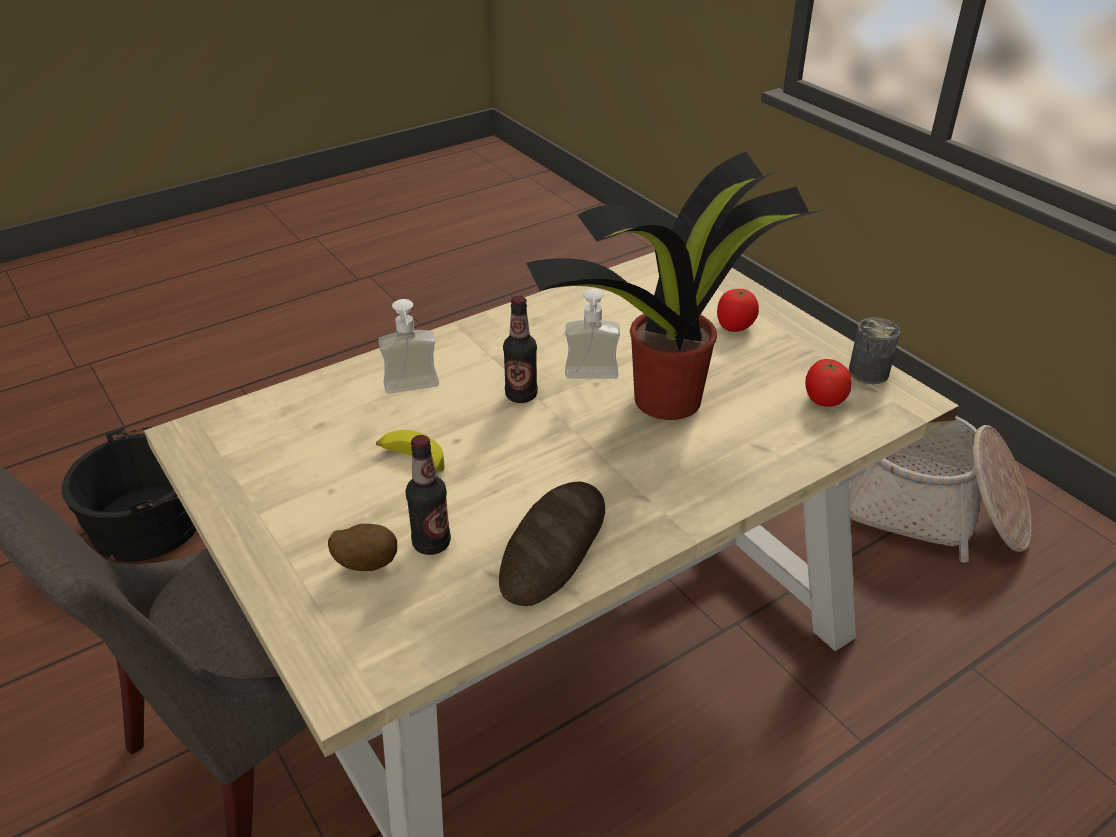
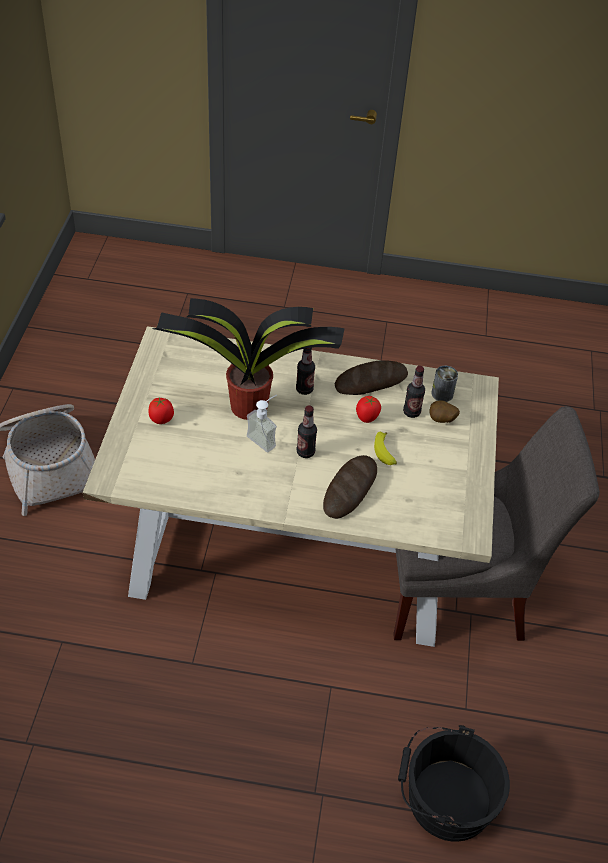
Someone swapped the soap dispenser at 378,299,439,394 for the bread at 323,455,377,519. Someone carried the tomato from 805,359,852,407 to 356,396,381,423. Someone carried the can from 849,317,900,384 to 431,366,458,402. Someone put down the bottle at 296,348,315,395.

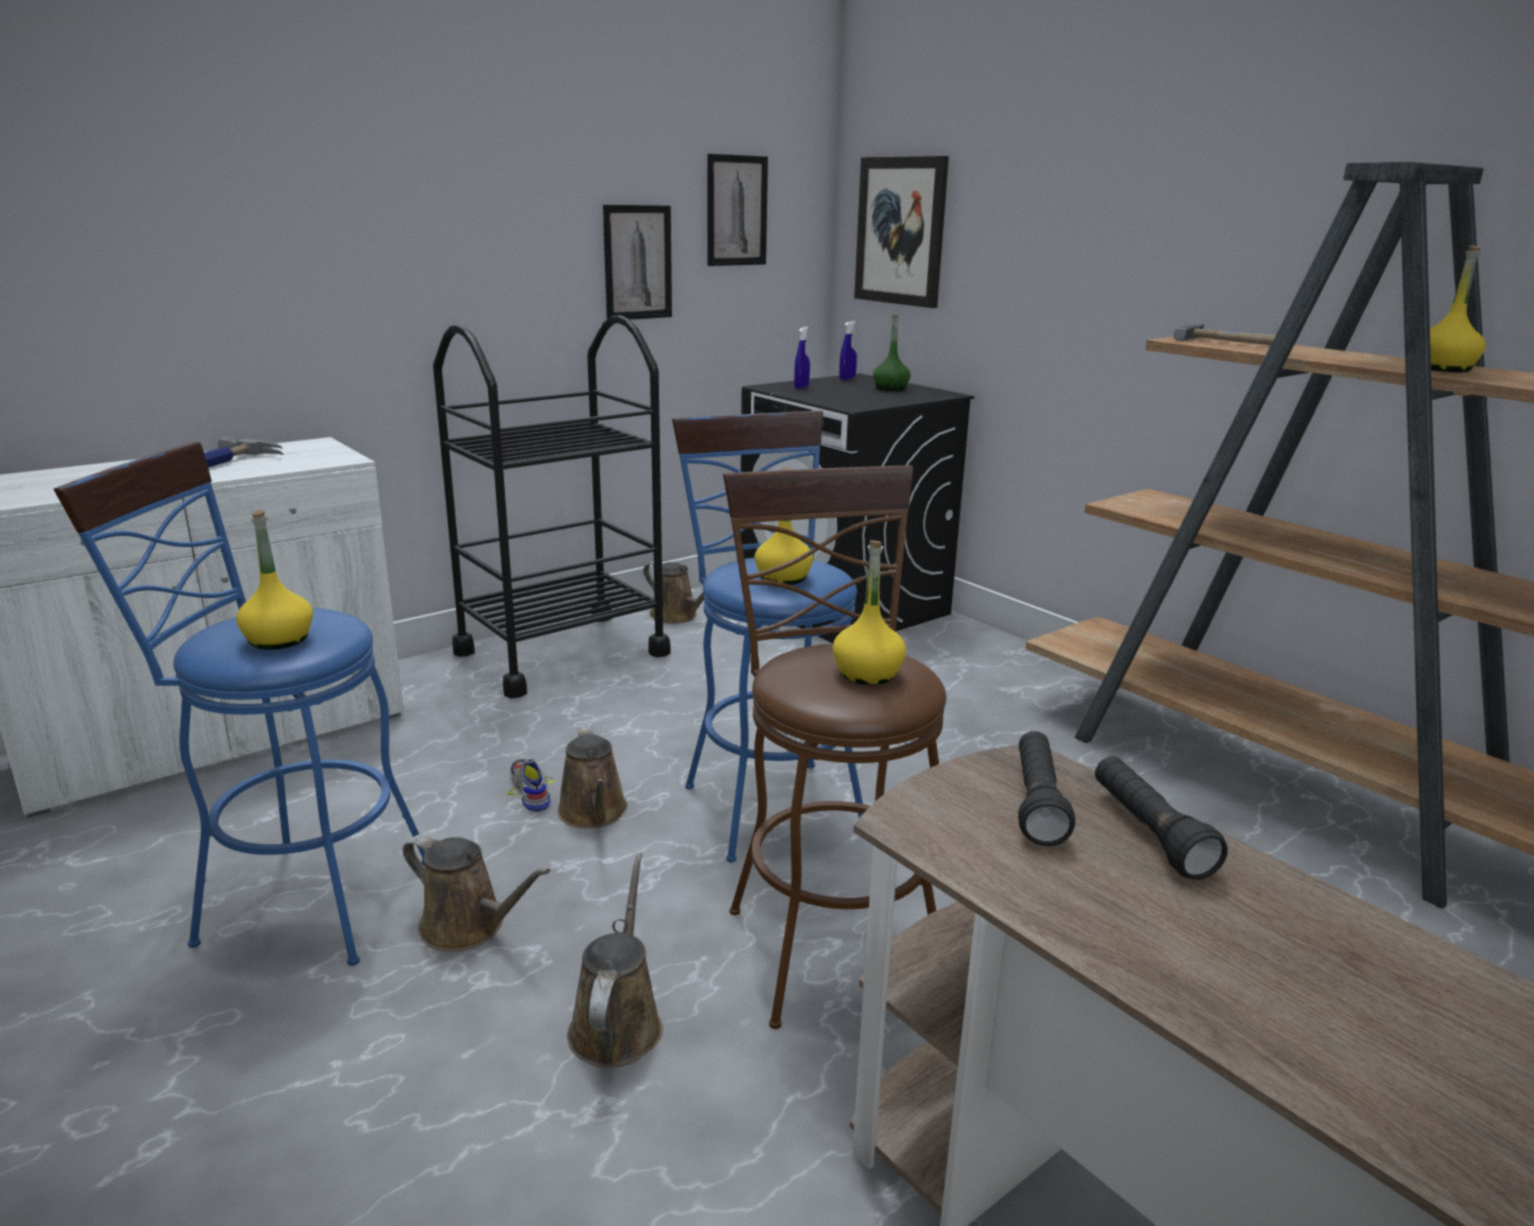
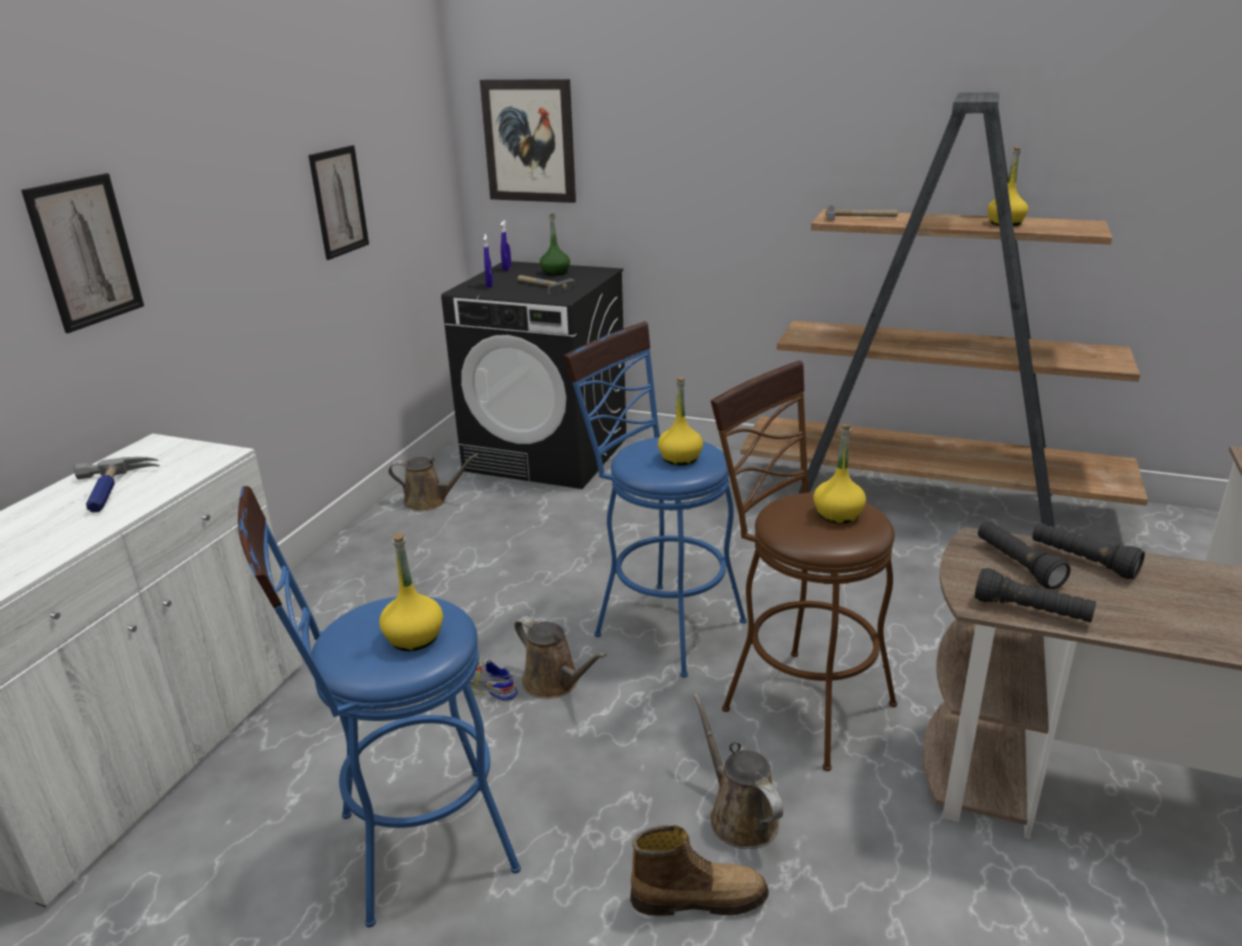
Someone took away the brown watering can at 403,834,550,951. Someone took away the black cart at 433,315,671,698. Someone carried the picture from 707,154,768,266 to 21,173,144,333. Someone put down the hammer at 517,275,575,294. Someone put down the boot at 630,825,769,916. Someone put down the black flashlight at 975,568,1096,622.

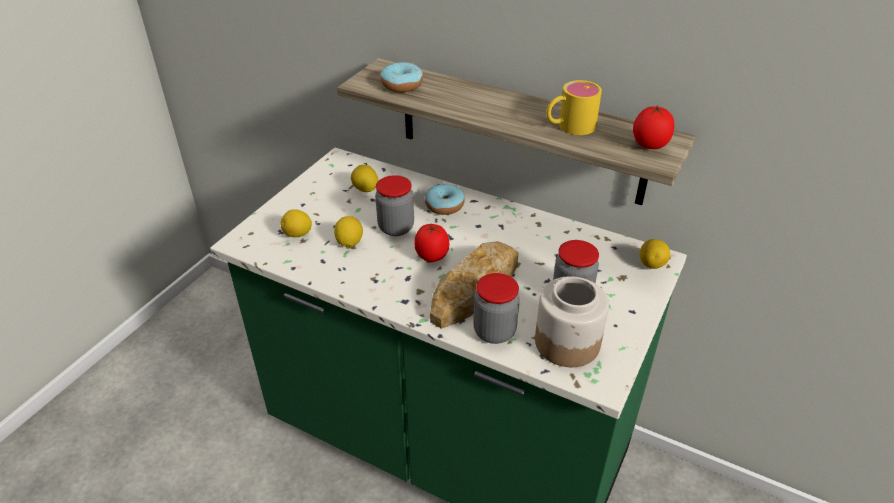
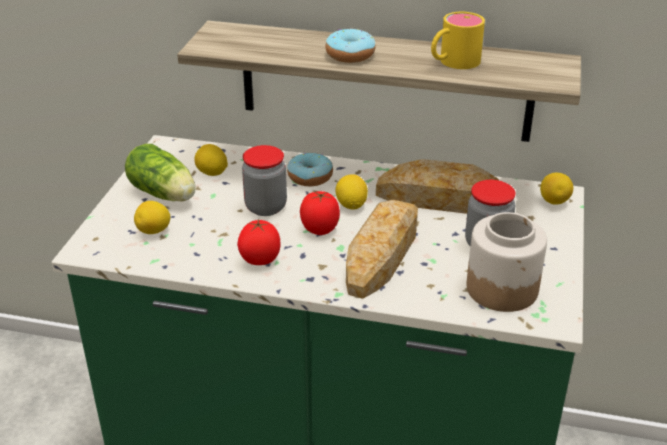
Someone carried the lemon from 334,216,363,247 to 335,174,368,210. Someone carried the donut from 380,62,423,92 to 325,28,375,63. Someone took away the jar at 473,273,519,344. Someone carried the tomato from 633,105,674,149 to 237,219,281,265. Someone put down the lettuce at 125,144,196,202. Someone put down the bread at 376,159,500,214.

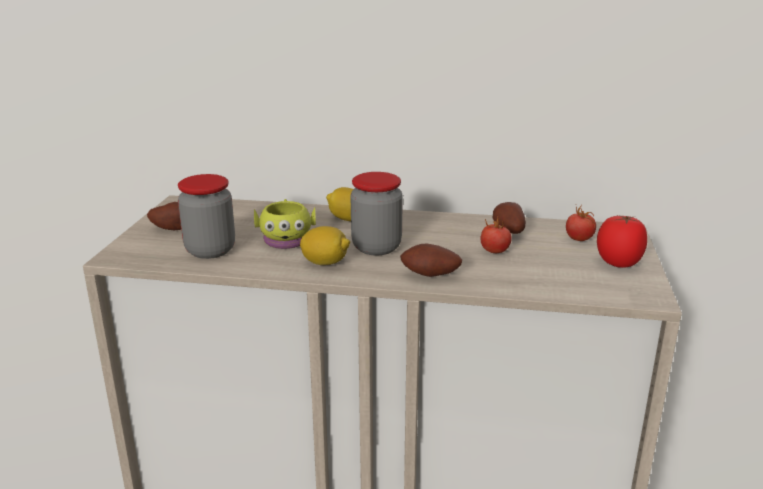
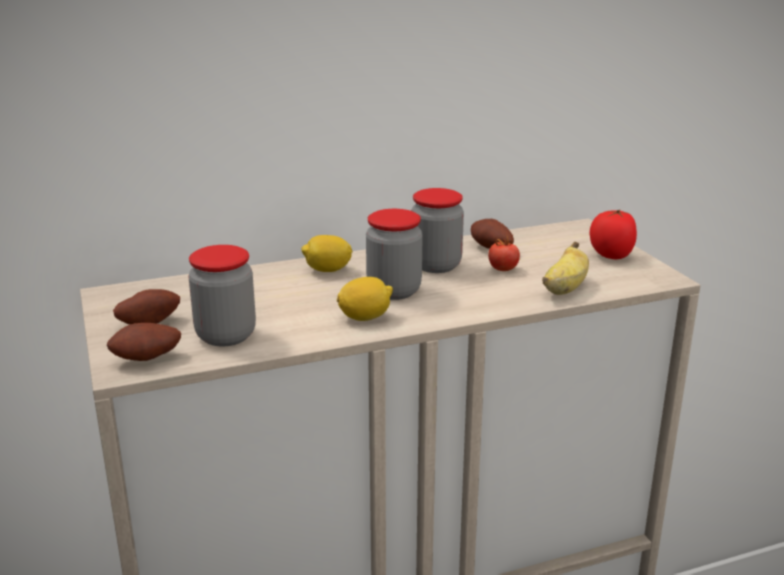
Someone took away the yellow mug at 254,199,316,249. Someone carried the potato from 400,244,462,277 to 107,323,181,361. Someone took away the tomato at 566,205,596,241. Someone put down the jar at 411,188,464,273. Someone put down the banana at 542,242,589,295.

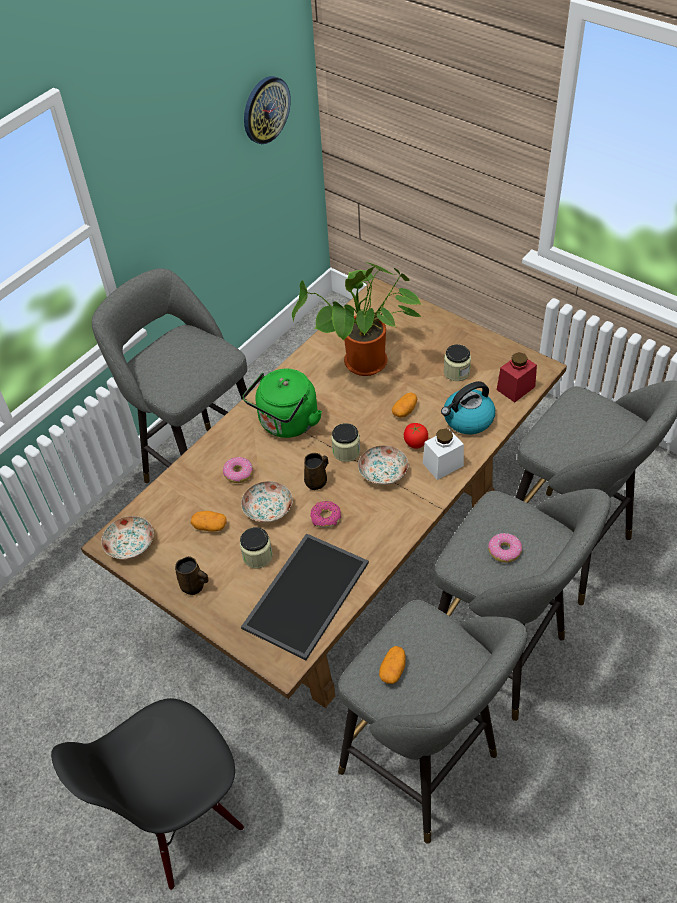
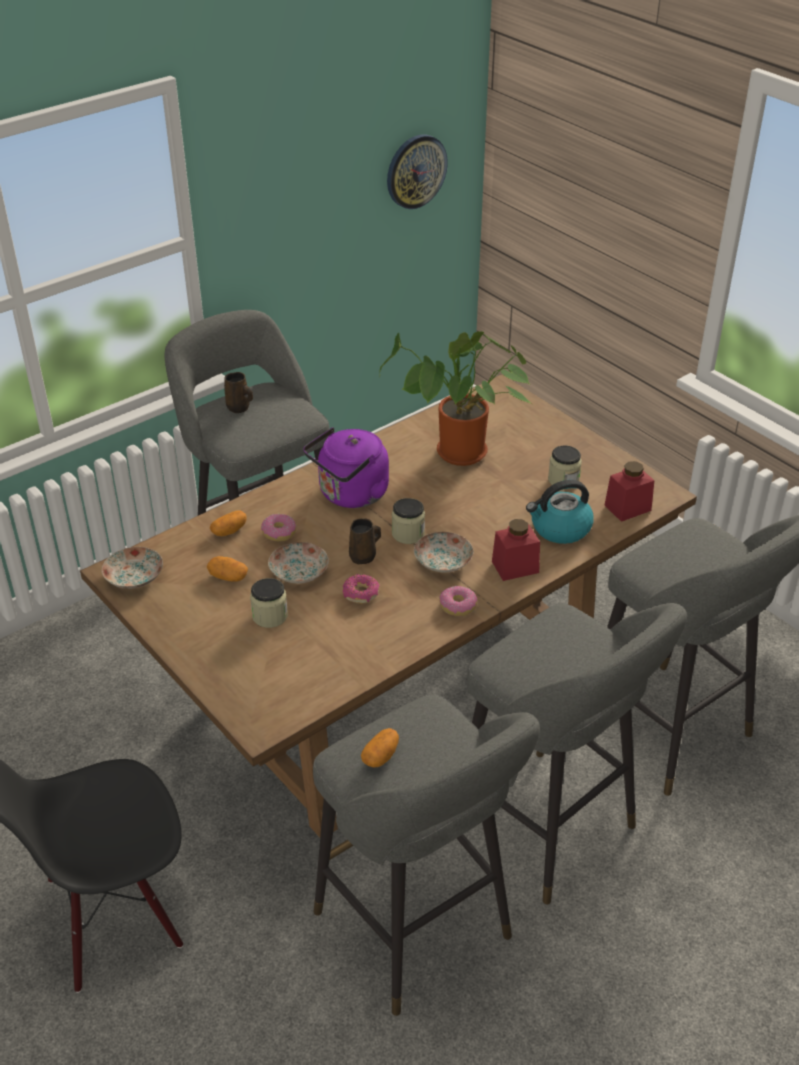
Someone carried the brown mug from 175,556,209,595 to 224,372,253,413. Someone took away the tray at 241,533,369,660. Someone repainted the green kettle at 243,369,322,438, which became the purple kettle at 303,427,389,508. Someone carried the potato from 392,392,417,418 to 210,510,247,536. Someone took away the tomato at 404,423,428,449. Someone repainted the white jar at 423,429,464,480, which became the red jar at 492,519,540,581. Someone carried the donut from 488,533,522,563 to 439,586,477,616.

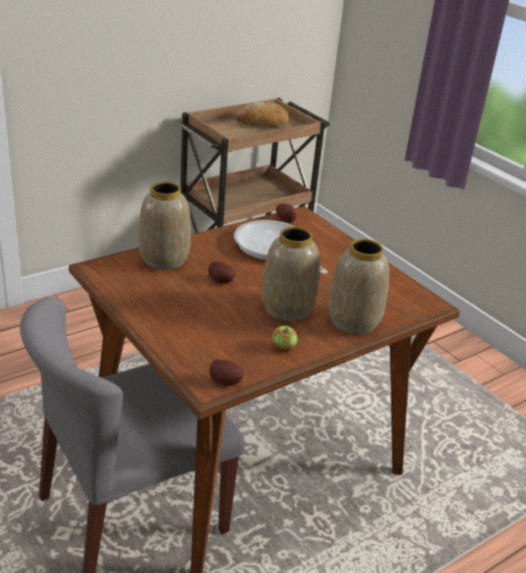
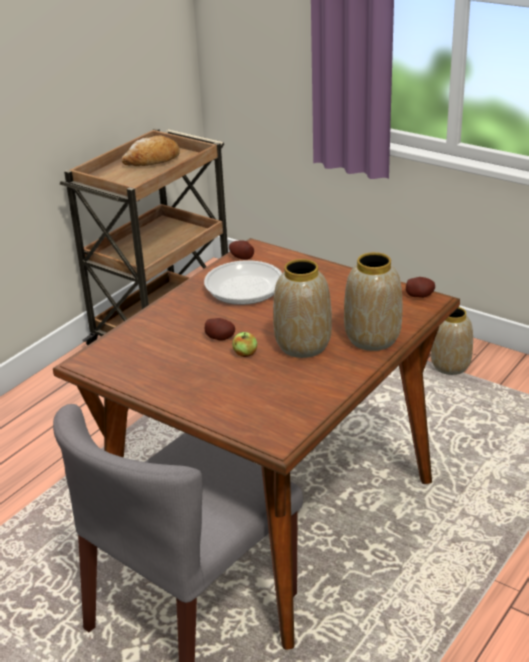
Someone carried the vase from 139,182,191,270 to 431,307,473,375. Someone carried the potato from 209,360,244,386 to 406,277,435,298. Someone carried the apple from 272,325,297,351 to 232,332,257,357.

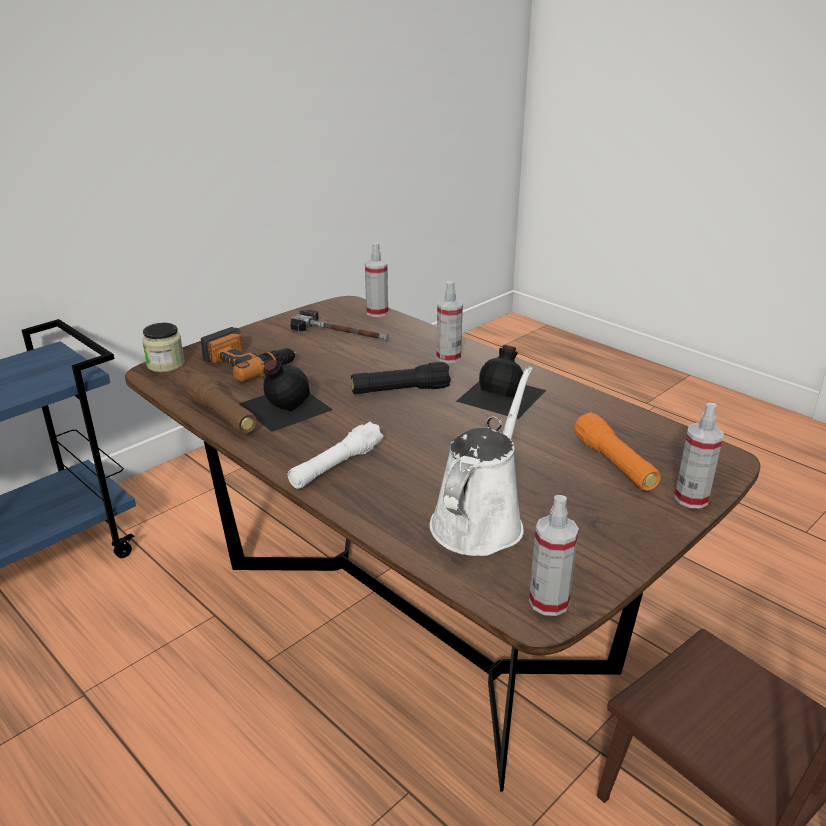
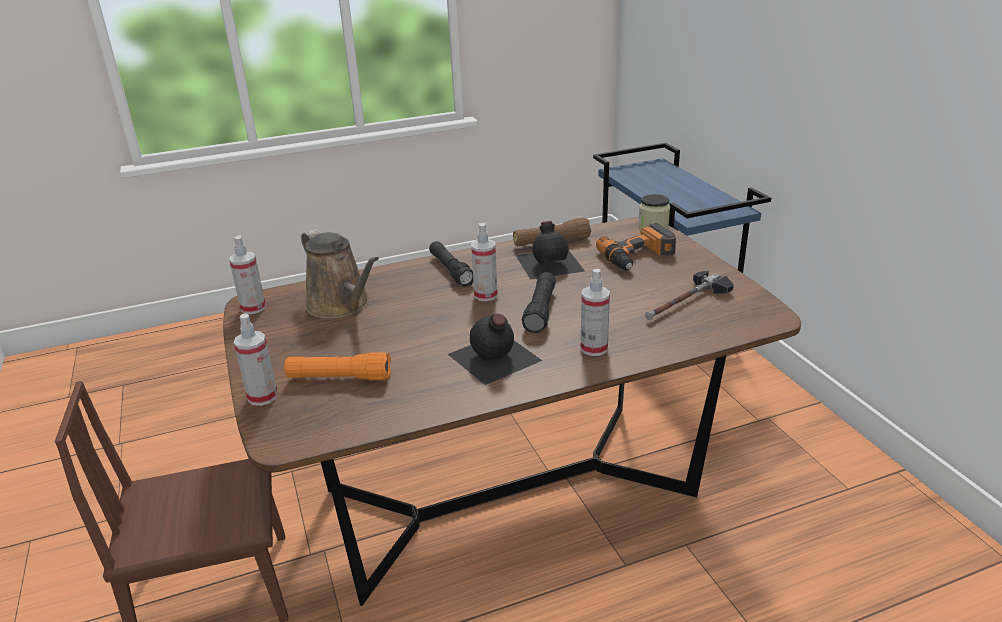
Someone repainted the white flashlight at 288,422,383,489, which became the black flashlight at 429,241,473,287. Someone carried the spray bottle from 365,243,388,317 to 471,223,498,301. Someone repainted the white watering can at 430,366,532,556, which became the brown watering can at 301,229,379,319.

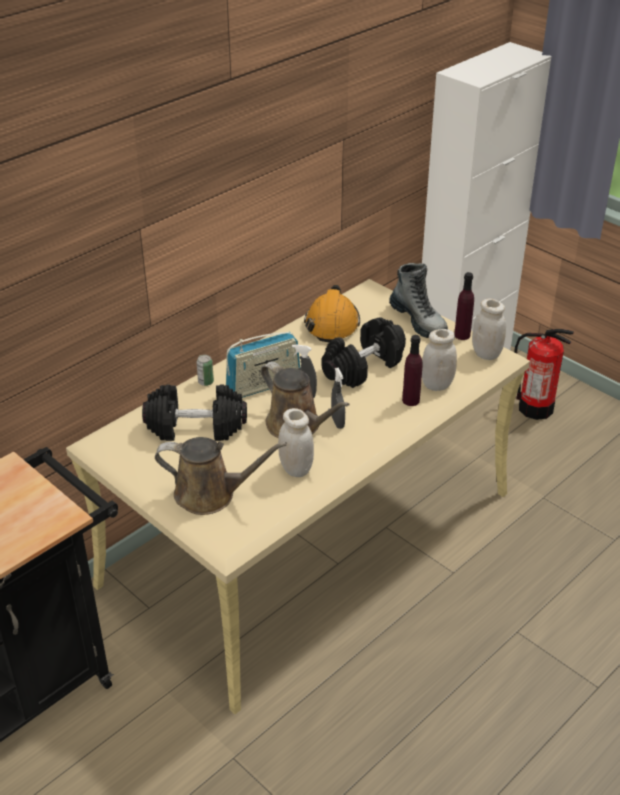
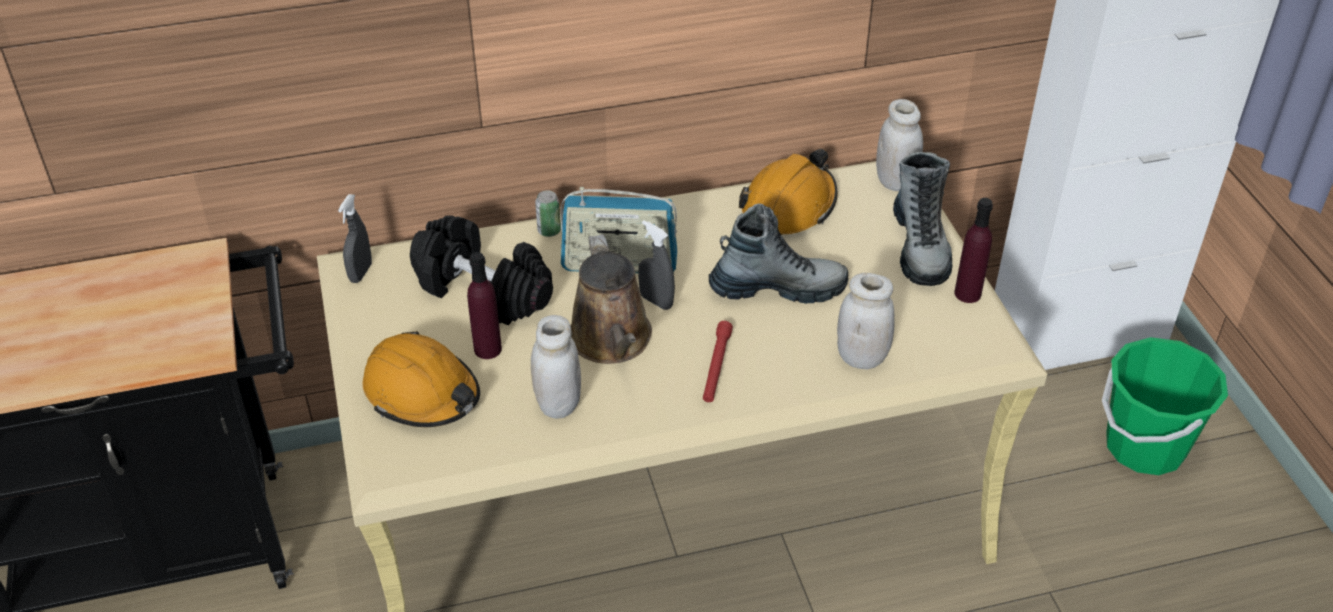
Someone swapped the brown watering can at 155,437,287,515 for the orange hard hat at 363,331,480,427. Someone swapped the black dumbbell at 322,317,406,388 for the boot at 709,204,848,304. Someone carried the grey spray bottle from 331,368,345,429 to 338,194,372,283. Someone carried the purple bottle from 402,335,423,406 to 467,252,502,359. Someone carried the white jar from 472,299,506,360 to 876,99,923,191. Someone swapped the fire extinguisher at 514,329,574,420 for the green bucket at 1102,337,1228,475. Someone put down the red flashlight at 703,321,733,402.

